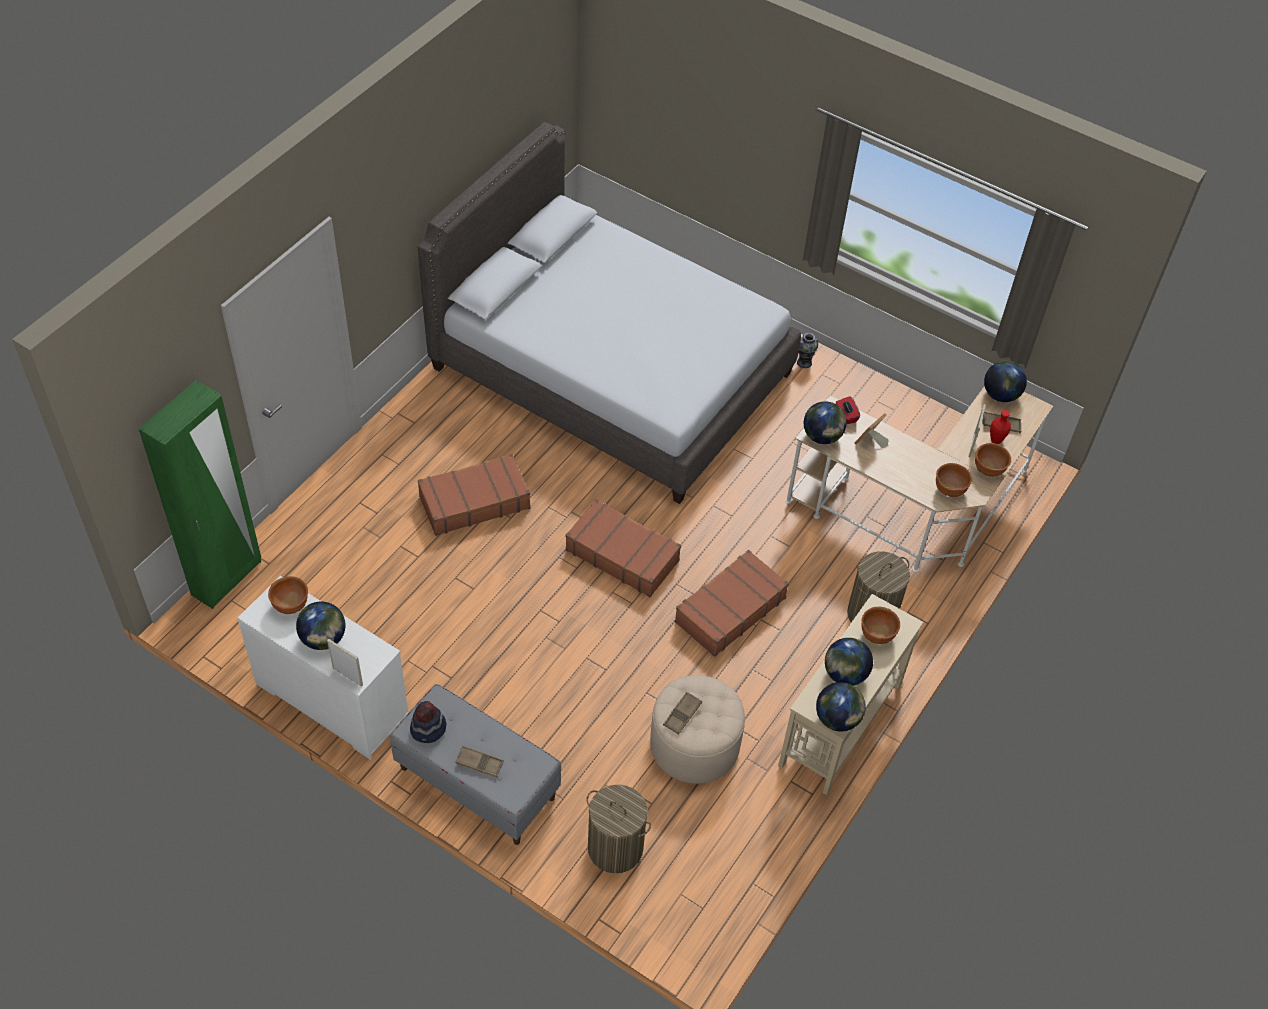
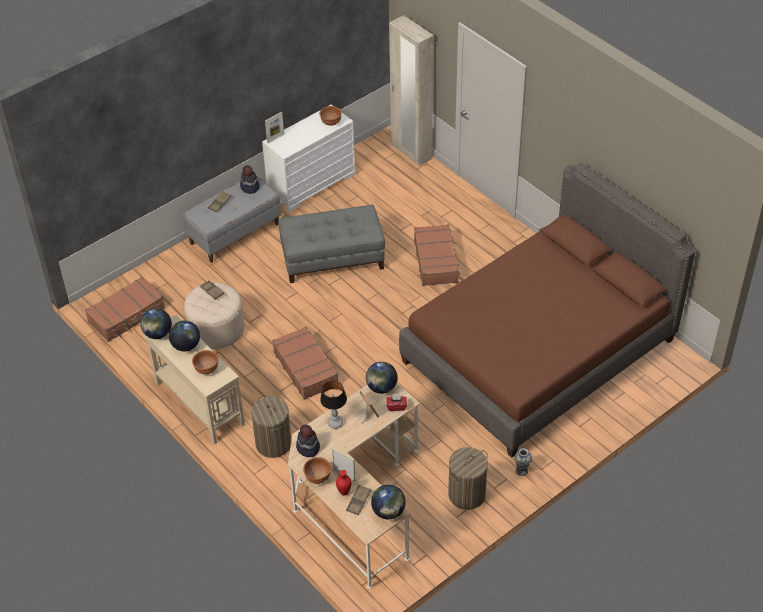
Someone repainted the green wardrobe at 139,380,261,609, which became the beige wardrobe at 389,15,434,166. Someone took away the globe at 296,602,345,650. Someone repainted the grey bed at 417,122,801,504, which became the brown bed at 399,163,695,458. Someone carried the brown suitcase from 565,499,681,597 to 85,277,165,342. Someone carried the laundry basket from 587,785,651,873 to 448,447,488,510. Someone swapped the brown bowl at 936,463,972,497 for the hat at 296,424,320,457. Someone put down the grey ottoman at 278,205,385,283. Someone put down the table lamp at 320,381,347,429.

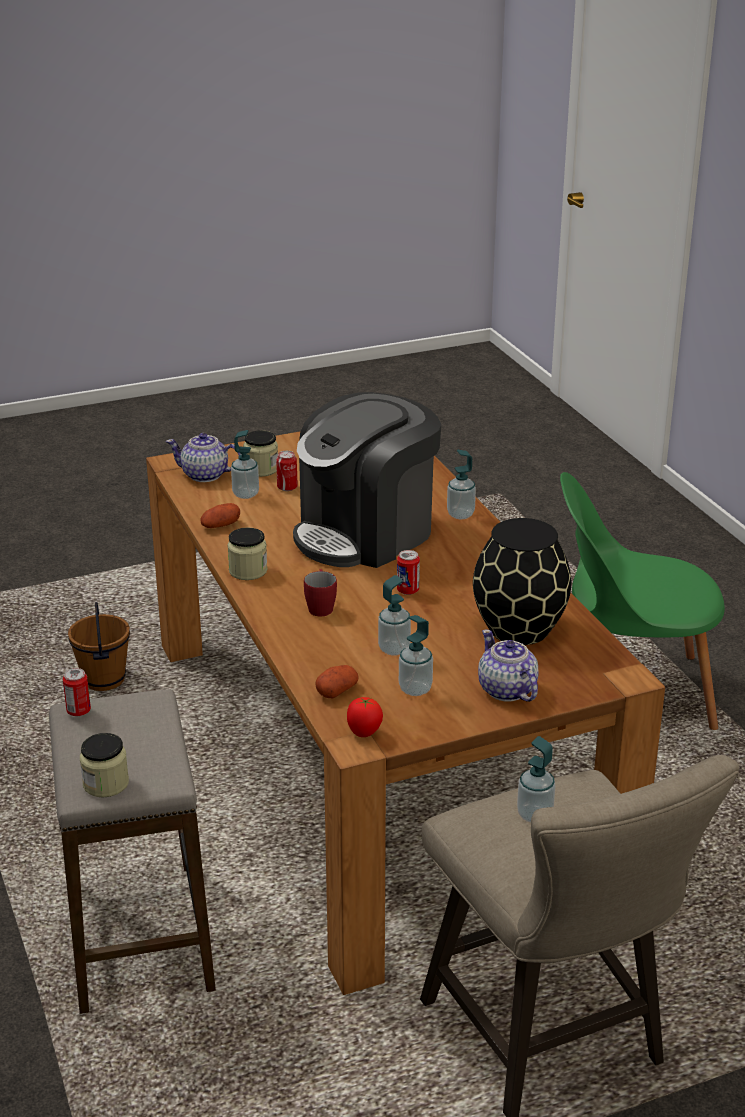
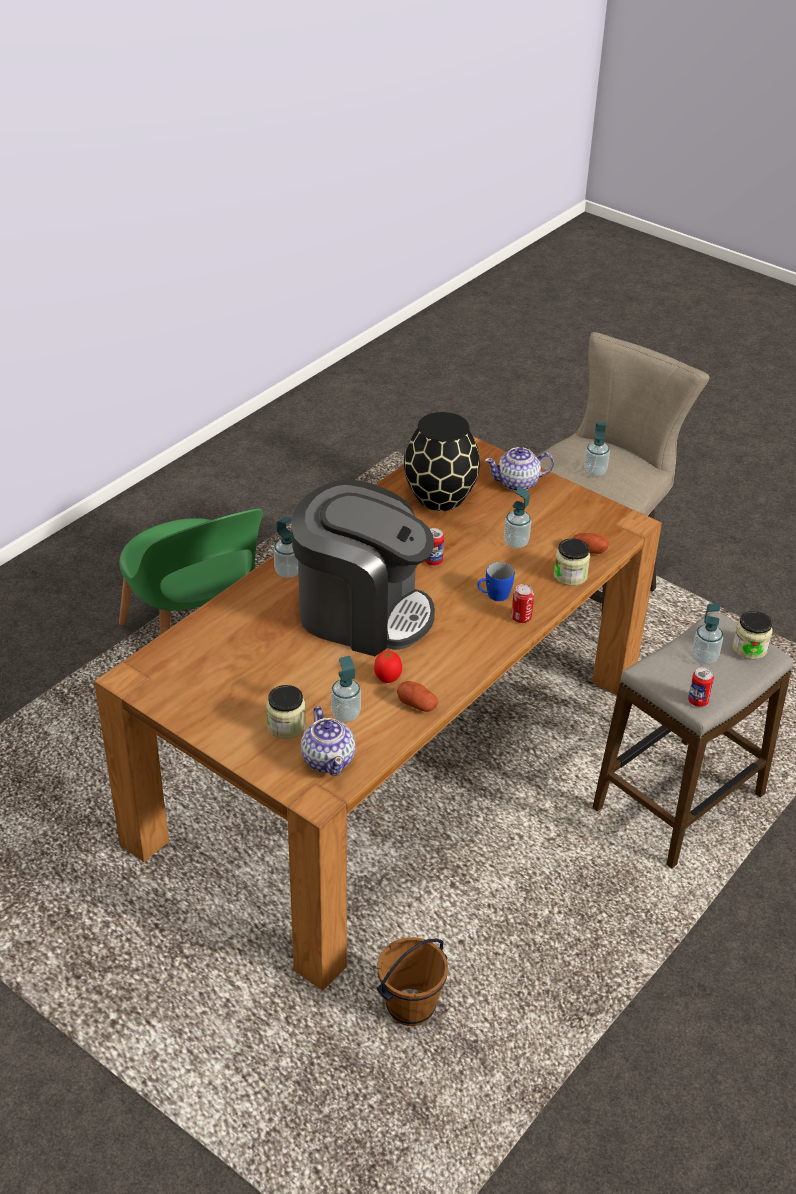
Someone carried the jar from 228,527,268,580 to 554,538,590,586. Someone carried the can from 276,451,298,491 to 511,584,534,623. Someone repainted the red mug at 304,569,337,616, which became the blue mug at 477,562,515,601. Someone carried the tomato from 347,697,383,737 to 374,651,402,683. Someone carried the soap dispenser from 399,615,433,696 to 692,603,723,664. Someone rotated the teapot at 478,629,539,702 by 45 degrees clockwise.

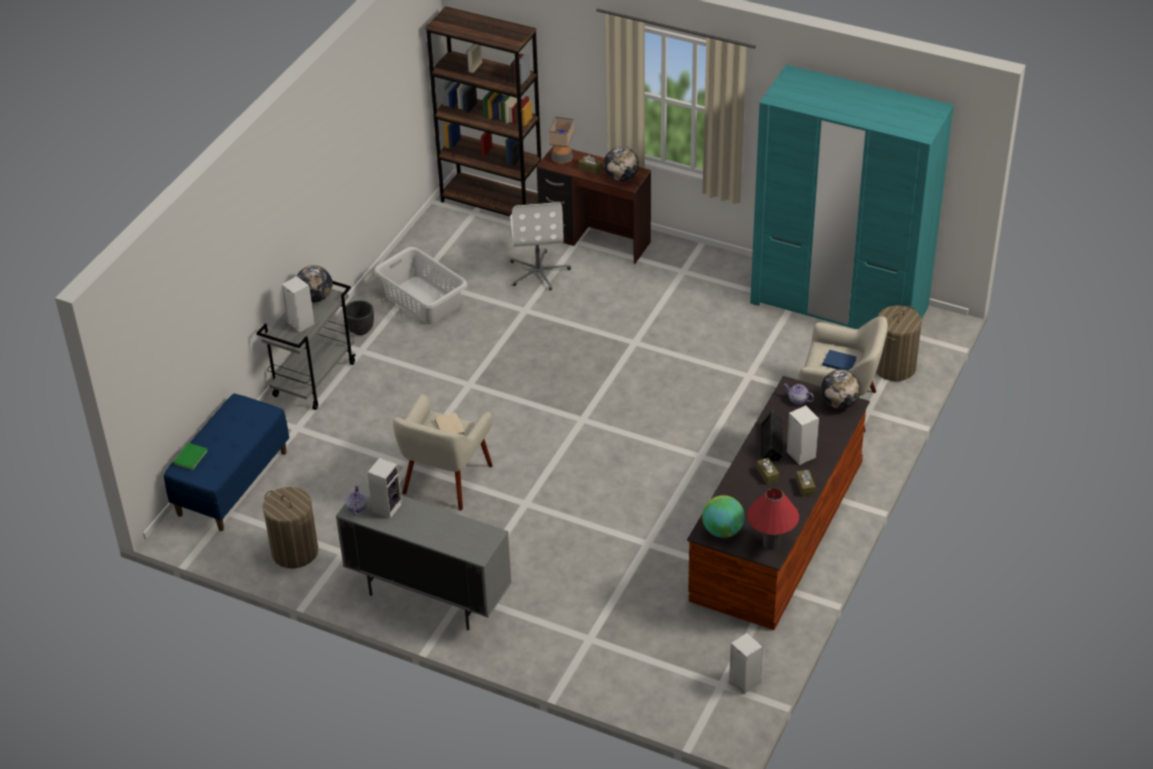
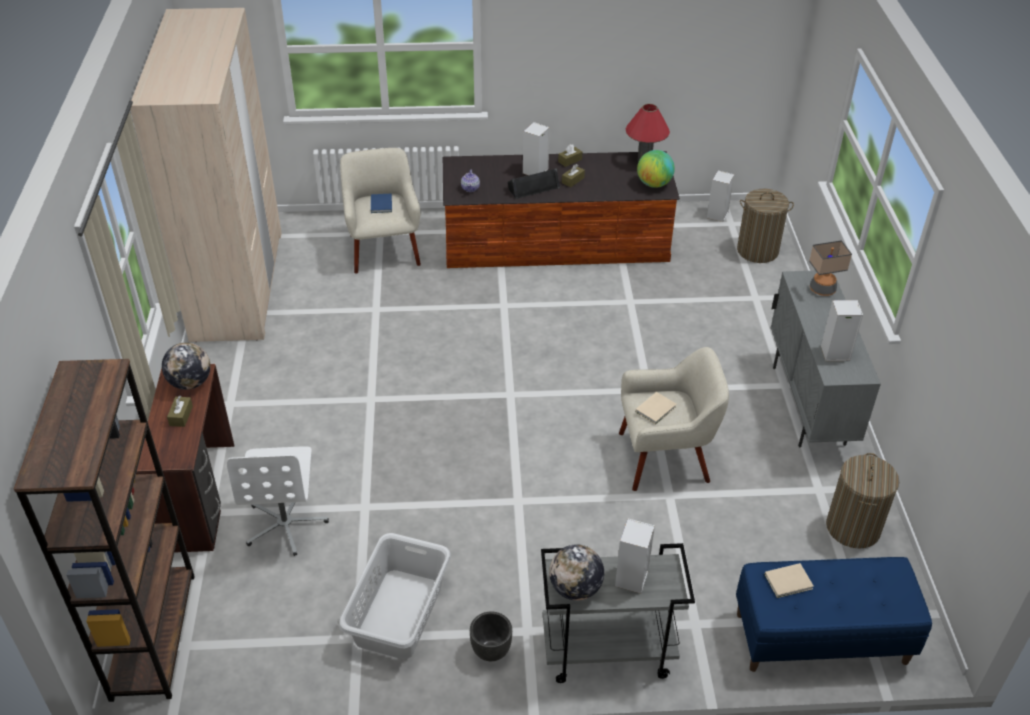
Someone took away the green book at 173,443,208,471. Someone took away the teapot at 345,485,367,516. Someone rotated the white office chair at 510,202,571,290 by 120 degrees clockwise. Someone carried the table lamp from 549,117,574,164 to 809,240,852,296. Someone repainted the turquoise wardrobe at 750,65,954,329, which became the beige wardrobe at 130,8,282,342. Someone took away the globe at 821,369,861,409. Someone carried the laundry basket from 876,305,922,381 to 737,189,794,263. Someone put down the beige book at 764,563,814,598.

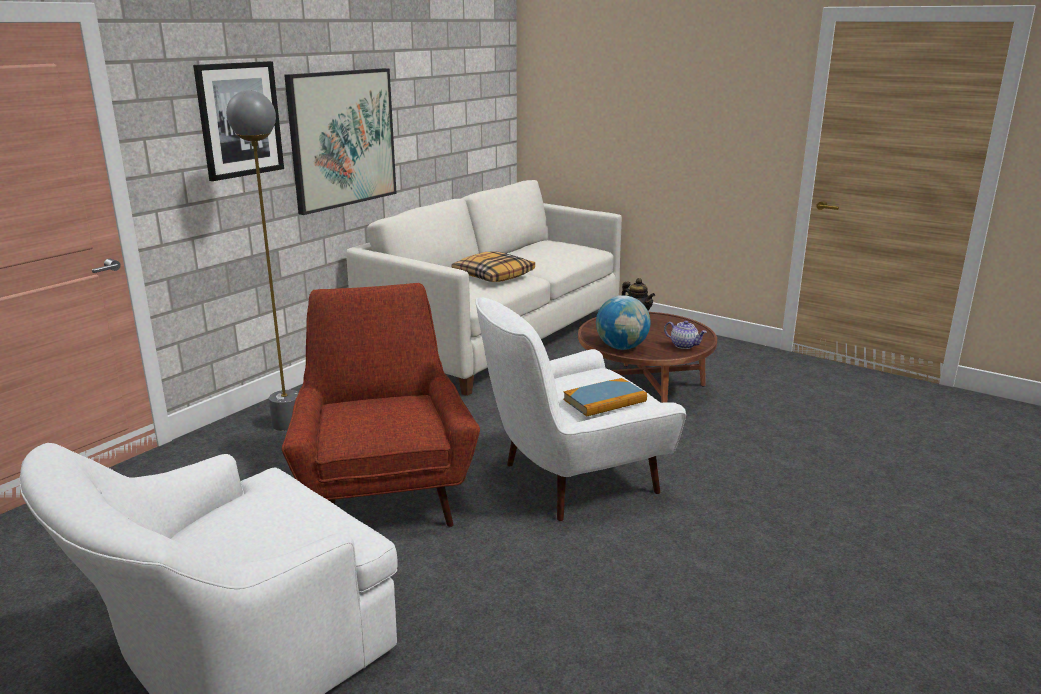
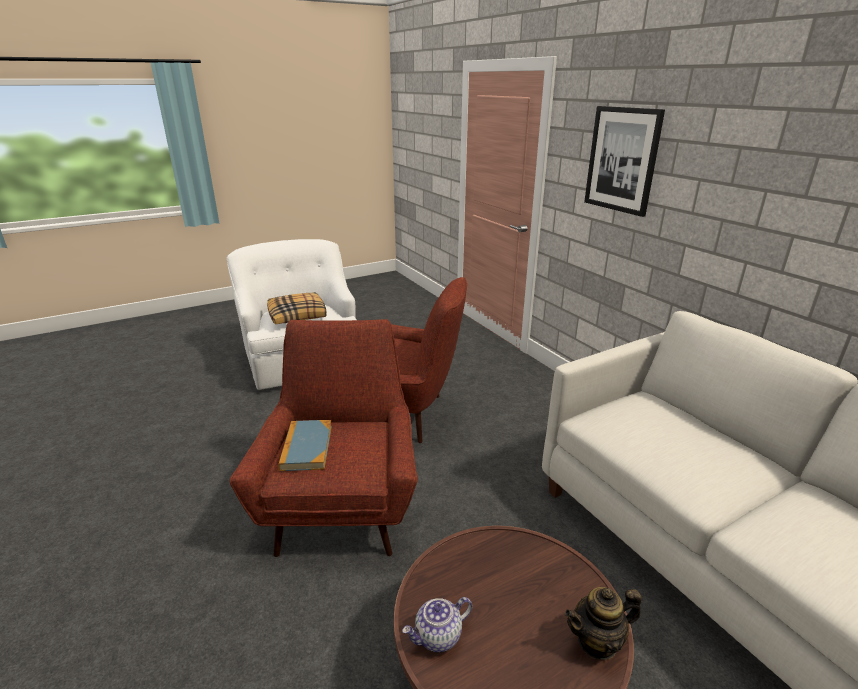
Someone took away the grey floor lamp at 226,90,299,431. Someone took away the picture at 284,68,397,215. Someone carried the pillow from 452,251,535,282 to 267,292,327,324. Someone repainted the white armchair at 475,297,686,521, which became the red armchair at 229,319,418,557. Someone took away the globe at 596,295,650,350.

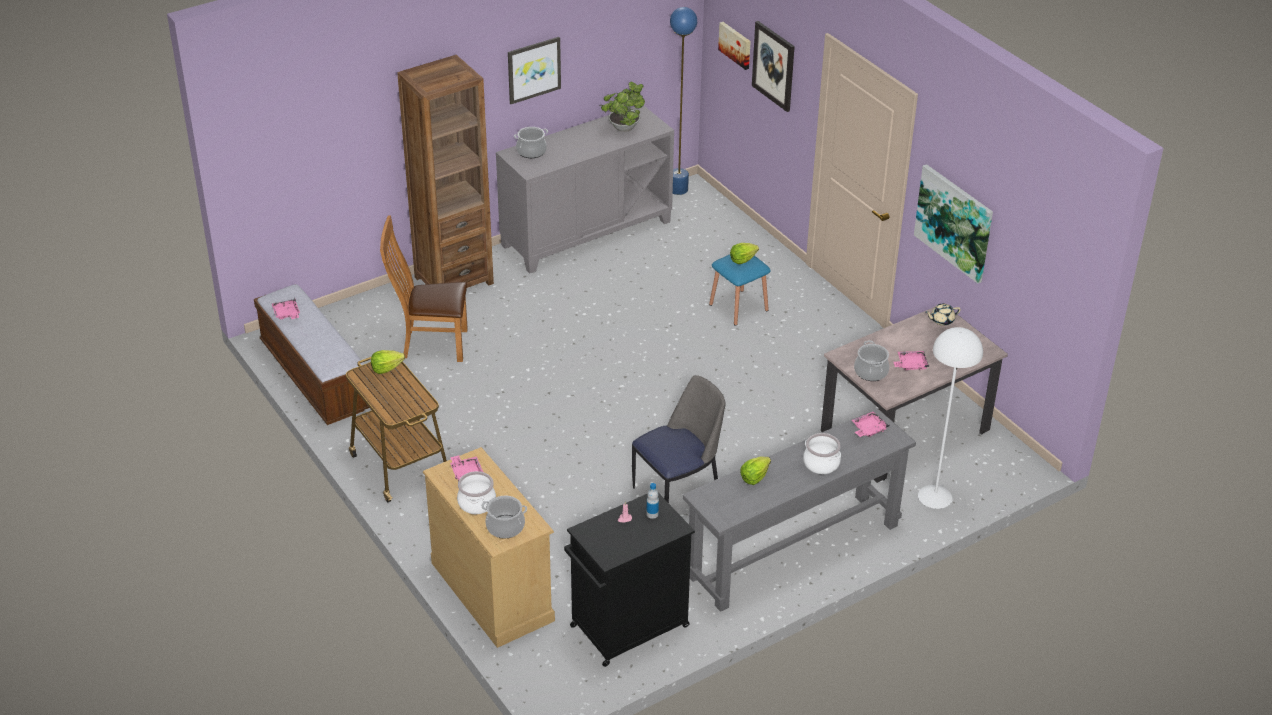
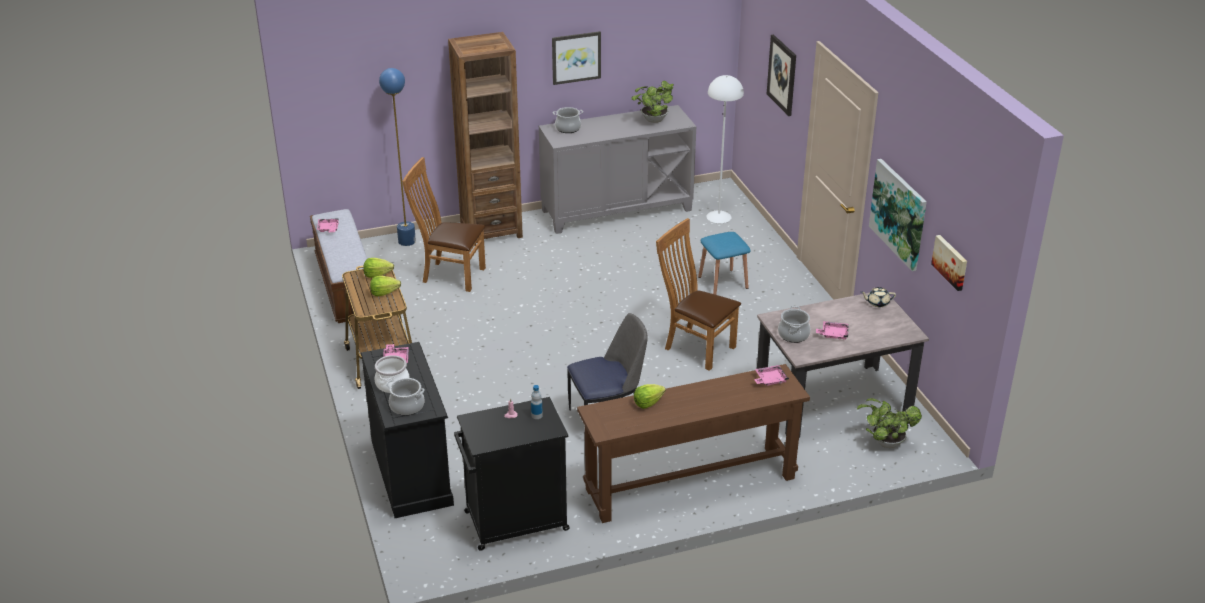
Someone repainted the beige dresser at 423,447,555,648, which became the black dresser at 361,342,454,518. Someone carried the blue floor lamp from 670,7,697,195 to 379,68,416,246. Someone repainted the grey console table at 682,408,916,612, which became the brown console table at 577,364,810,523. Someone carried the picture from 718,22,751,70 to 931,235,967,291. Someone carried the lettuce from 730,243,759,264 to 370,276,401,296. Someone took away the cooking pot at 803,433,841,474. Someone carried the white floor lamp from 918,327,983,509 to 706,75,744,223. Someone put down the brown chair at 656,218,741,371. Someone put down the potted plant at 857,398,922,448.

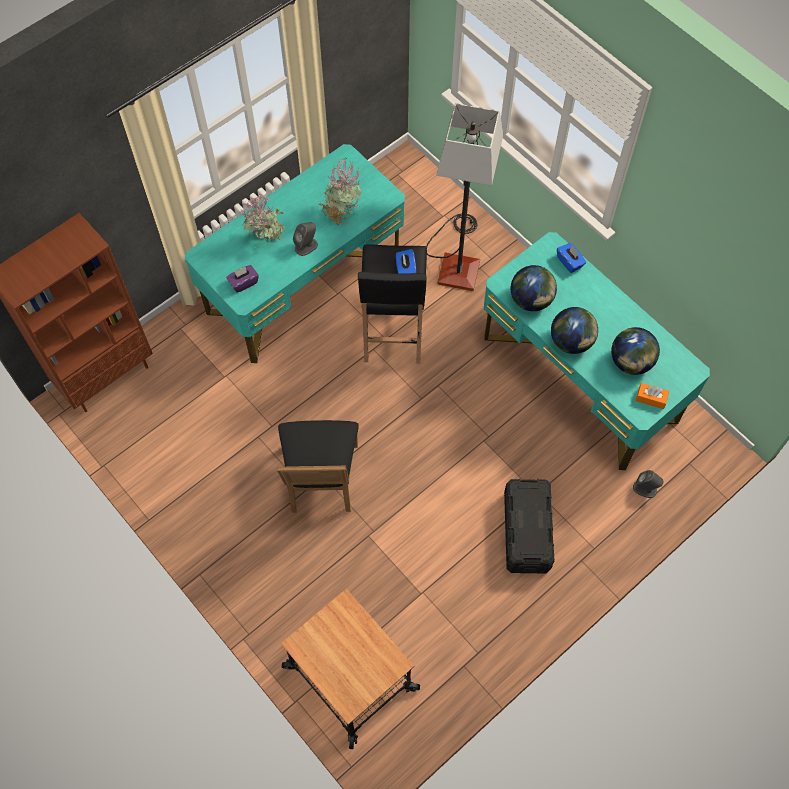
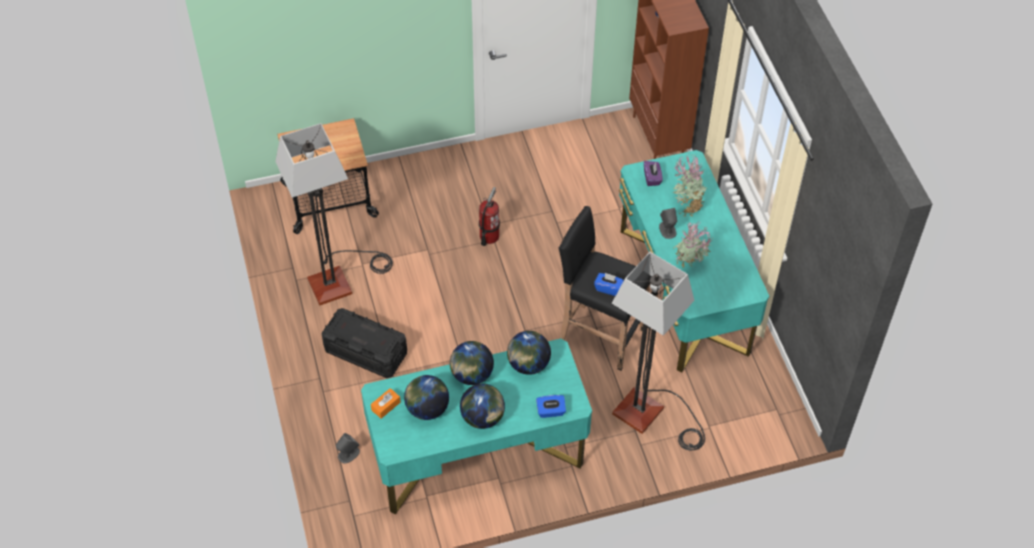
Someone swapped the black chair at 277,420,359,513 for the fire extinguisher at 479,187,500,246. Someone put down the floor lamp at 275,123,393,306. Someone put down the globe at 460,384,505,429.

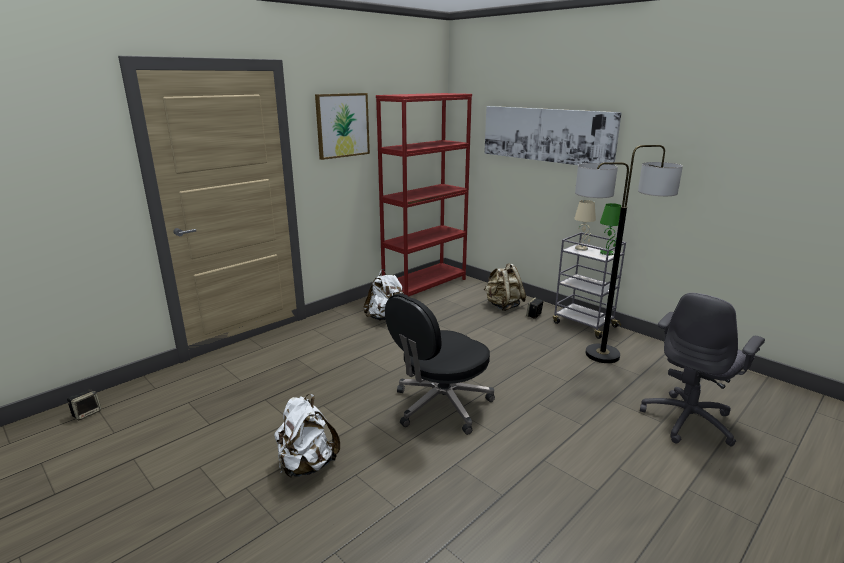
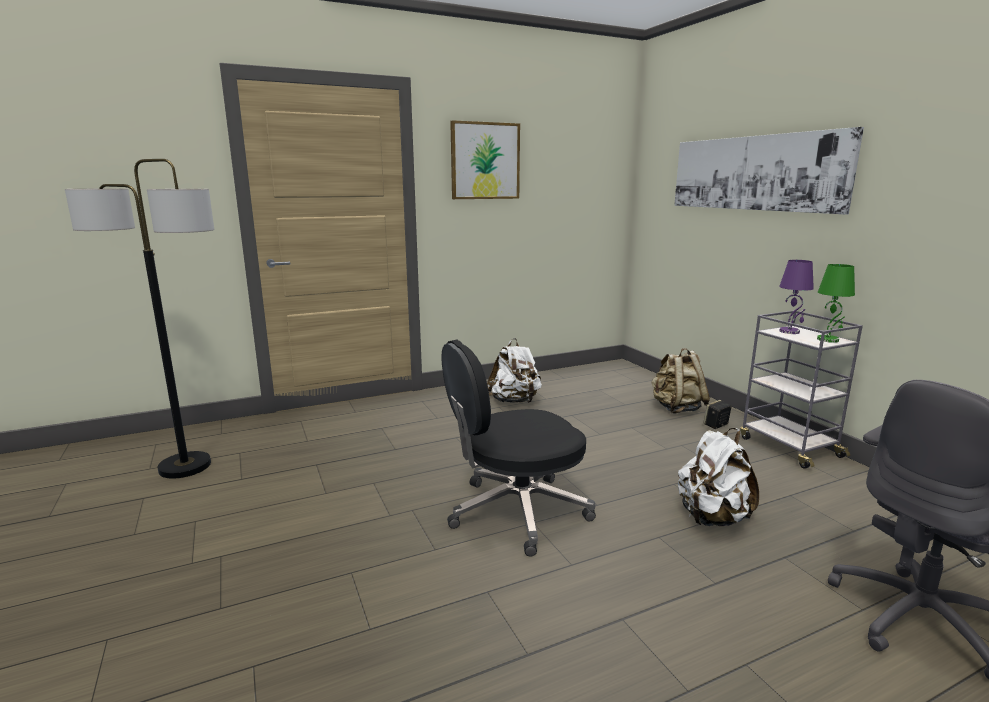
Someone took away the speaker at 67,389,101,420. Someone carried the white backpack from 274,394,340,477 to 678,428,759,526. Someone took away the red bookcase at 376,93,472,296. Someone repainted the beige table lamp at 574,200,596,251, which became the purple table lamp at 779,260,814,334. Someone carried the floor lamp from 575,145,683,363 to 65,159,214,479.

